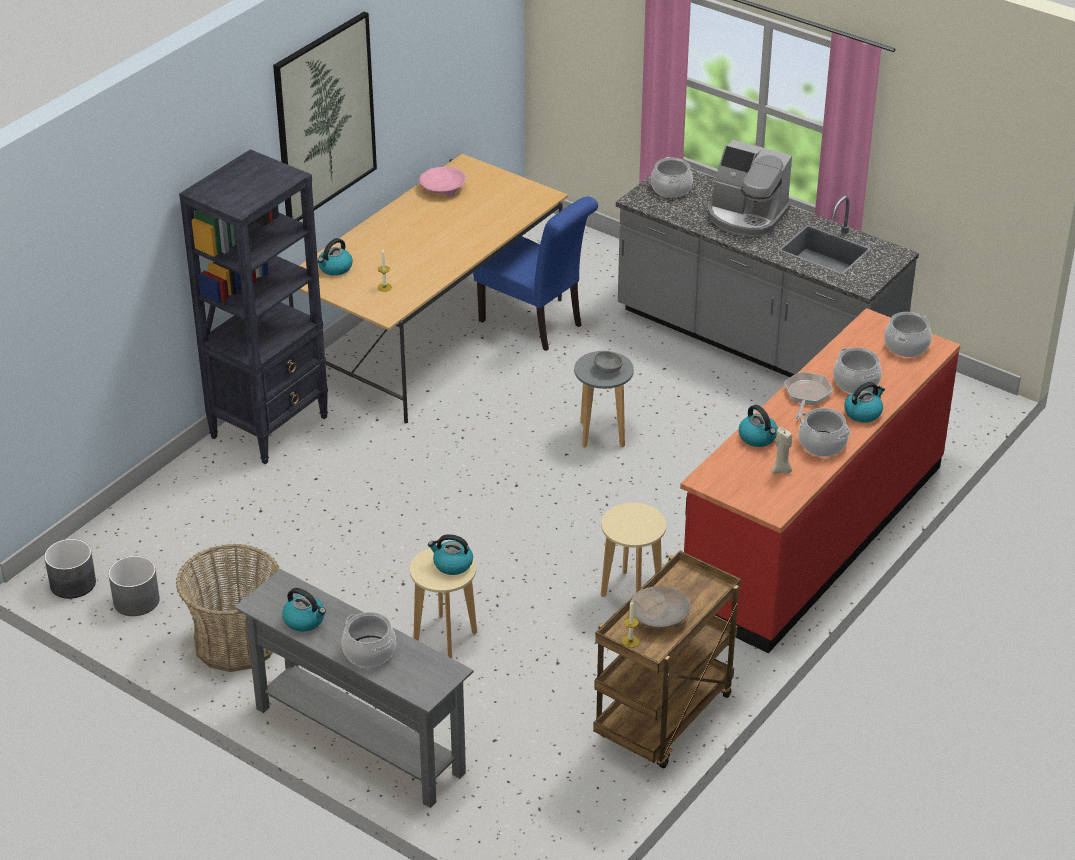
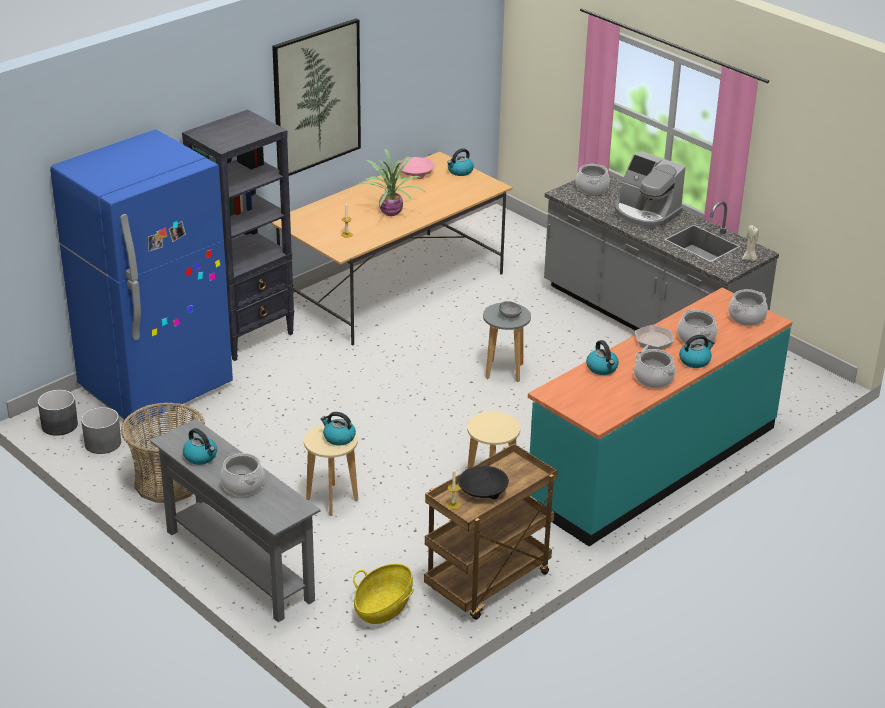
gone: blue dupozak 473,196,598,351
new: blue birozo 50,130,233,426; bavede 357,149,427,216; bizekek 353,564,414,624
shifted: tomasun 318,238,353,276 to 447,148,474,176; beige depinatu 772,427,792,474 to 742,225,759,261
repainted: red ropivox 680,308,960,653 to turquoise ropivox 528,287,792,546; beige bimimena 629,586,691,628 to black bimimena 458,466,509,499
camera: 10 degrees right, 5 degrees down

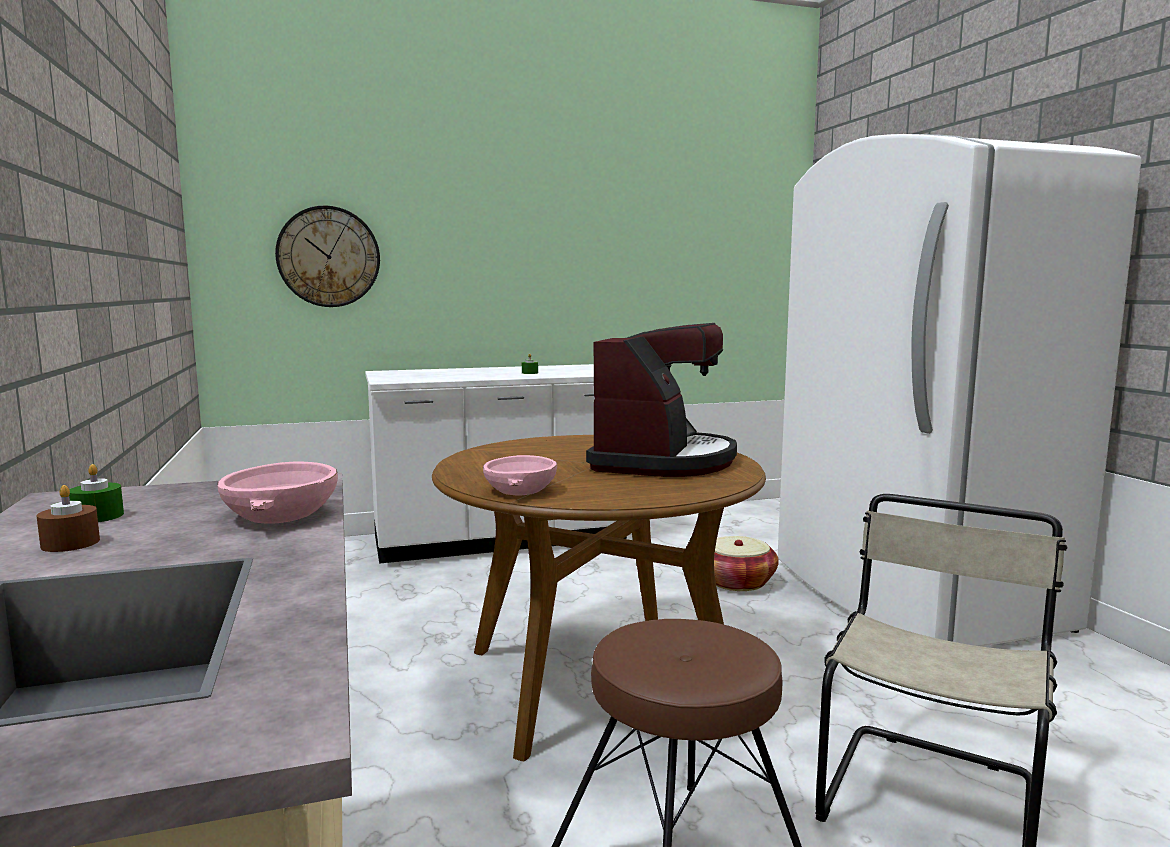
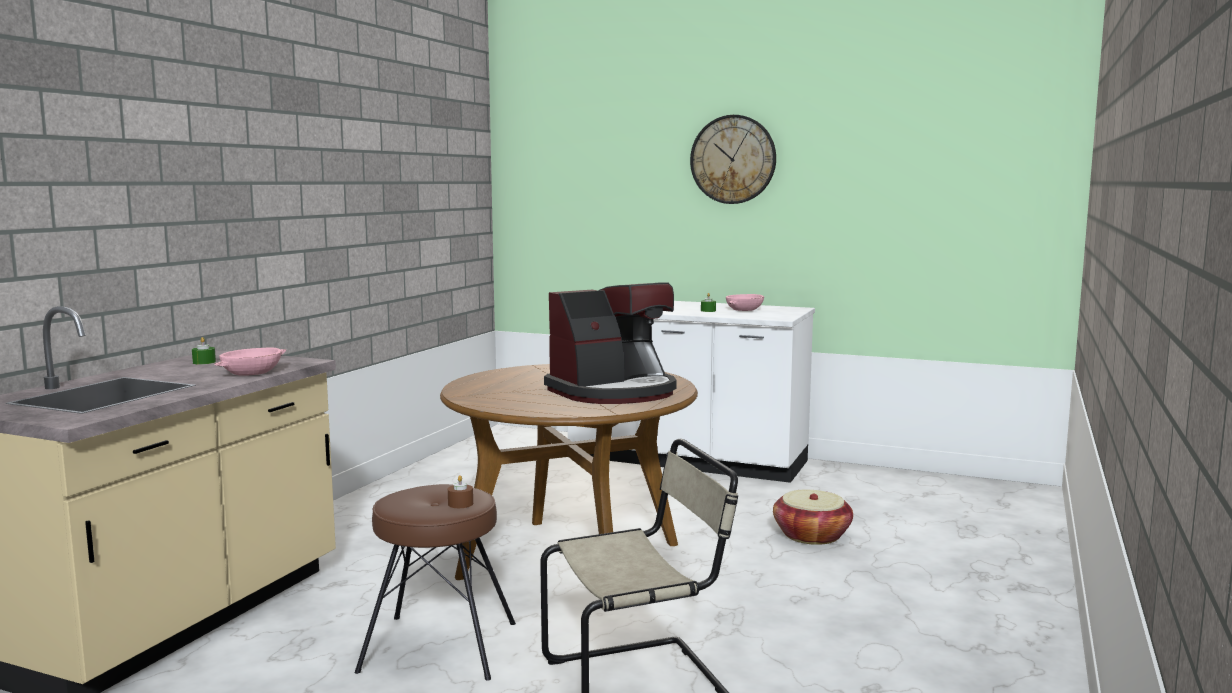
gone: white birozo 778,134,1142,647
shifted: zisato 275,206,380,307 to 690,115,776,204; pink bimimena 483,455,557,495 to 726,294,764,311; brown depinatu 37,485,100,552 to 448,475,473,508
camera: 40 degrees right, 0 degrees up

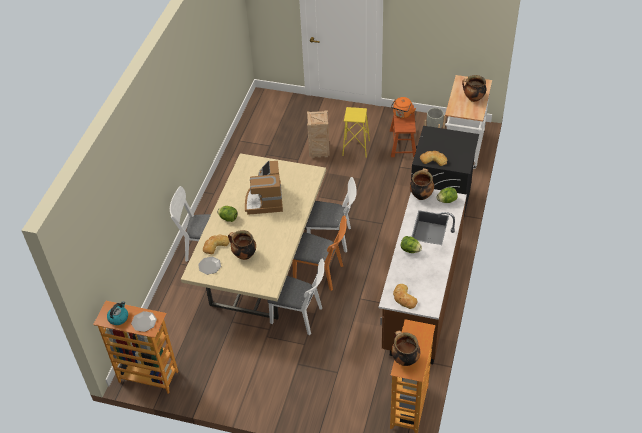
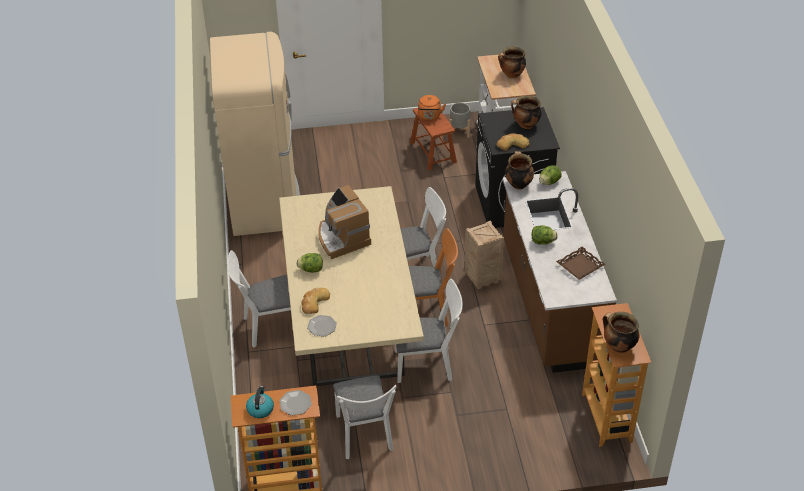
gone: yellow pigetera 342,107,370,158; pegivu 393,284,418,309
new: beige birozo 210,32,300,236; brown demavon 556,247,605,280; white dupozak 333,376,397,459
shifted: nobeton 307,110,330,158 to 464,221,504,289; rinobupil 228,230,256,260 to 511,95,542,129
camera: 25 degrees left, 5 degrees down

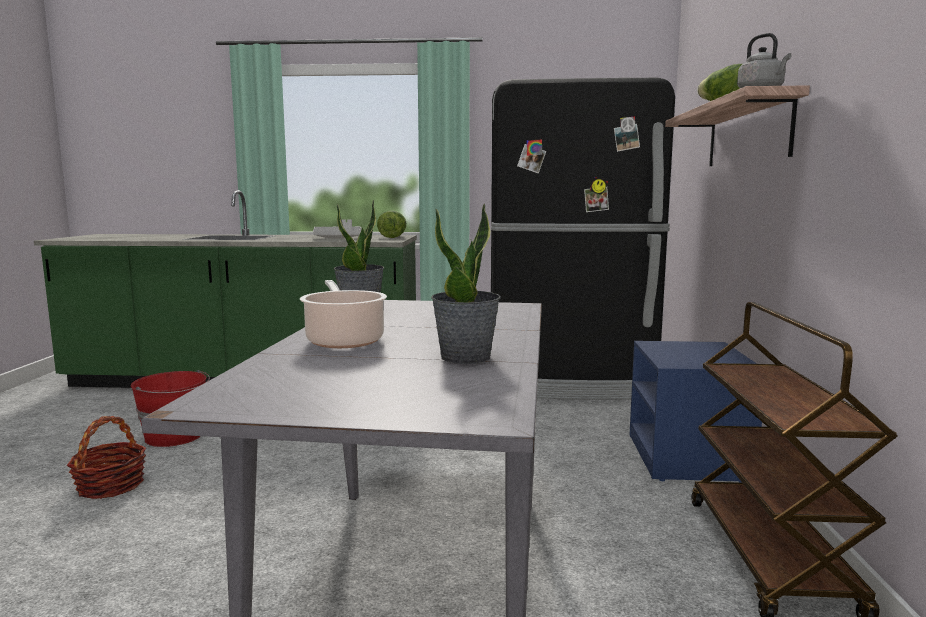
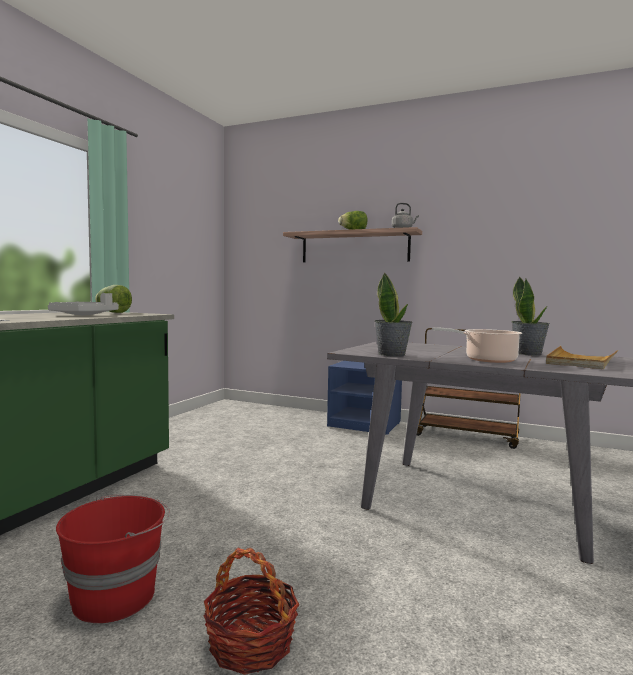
gone: black birozo 491,78,675,400
new: beige demavon 546,346,618,369
camera: 70 degrees left, 5 degrees down

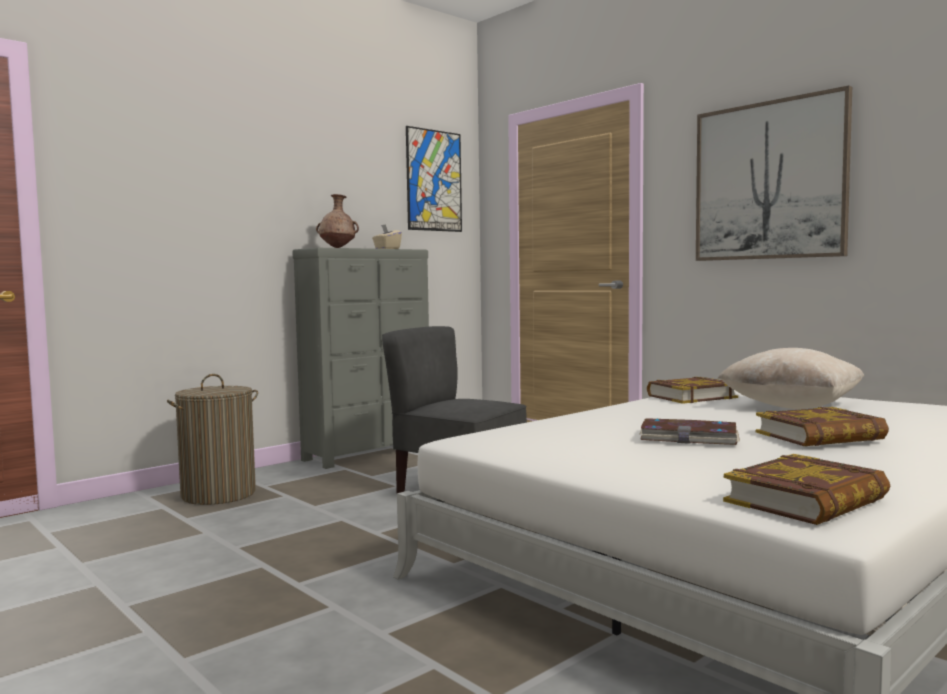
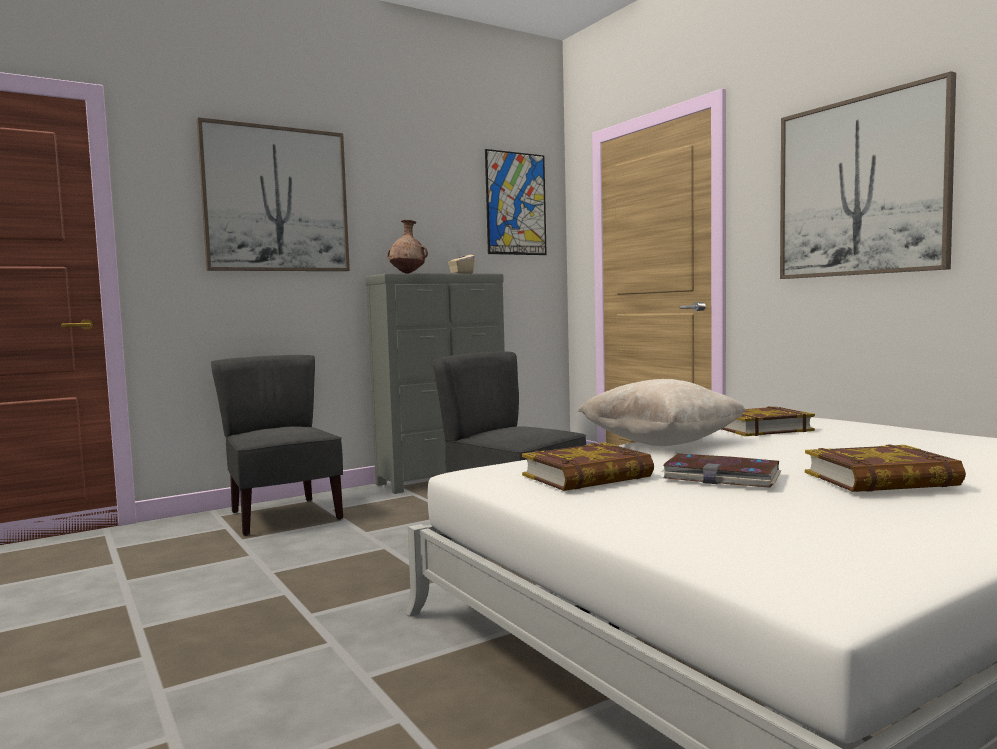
new: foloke 197,117,350,271
shifted: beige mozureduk 717,348,864,409 to 578,379,746,446; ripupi 723,454,890,525 to 522,442,654,491
swapped: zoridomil 167,374,258,505 to grey dupozak 211,355,343,536
camera: 10 degrees right, 0 degrees up

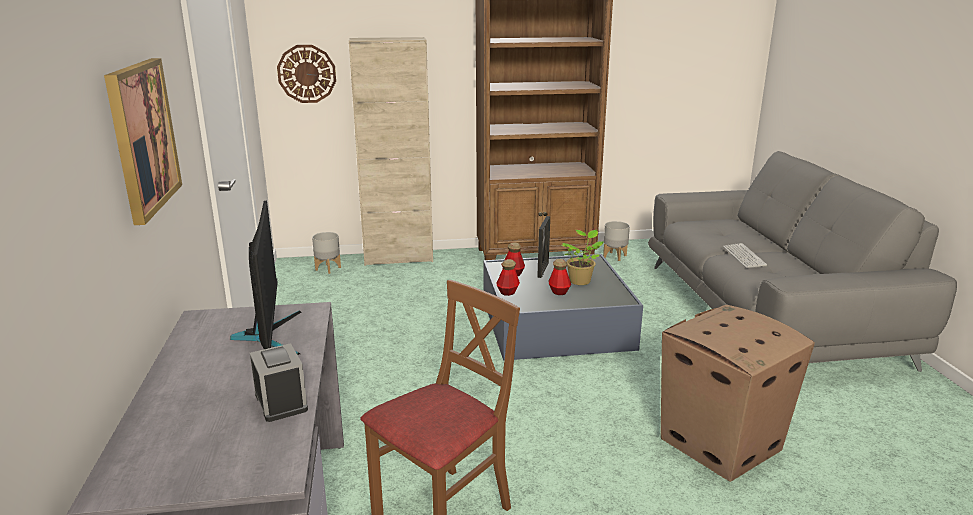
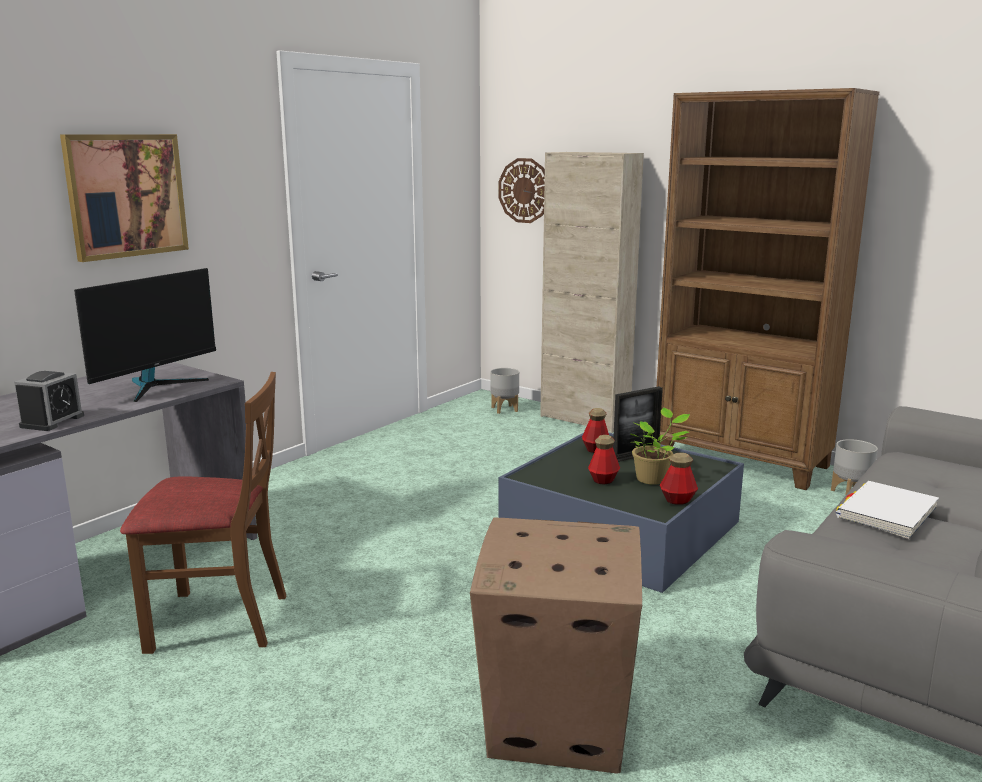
shifted: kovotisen 496,259,520,296 to 660,453,698,505
swapped: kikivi 723,243,767,268 to white ripupi 836,481,939,539
camera: 45 degrees right, 5 degrees down

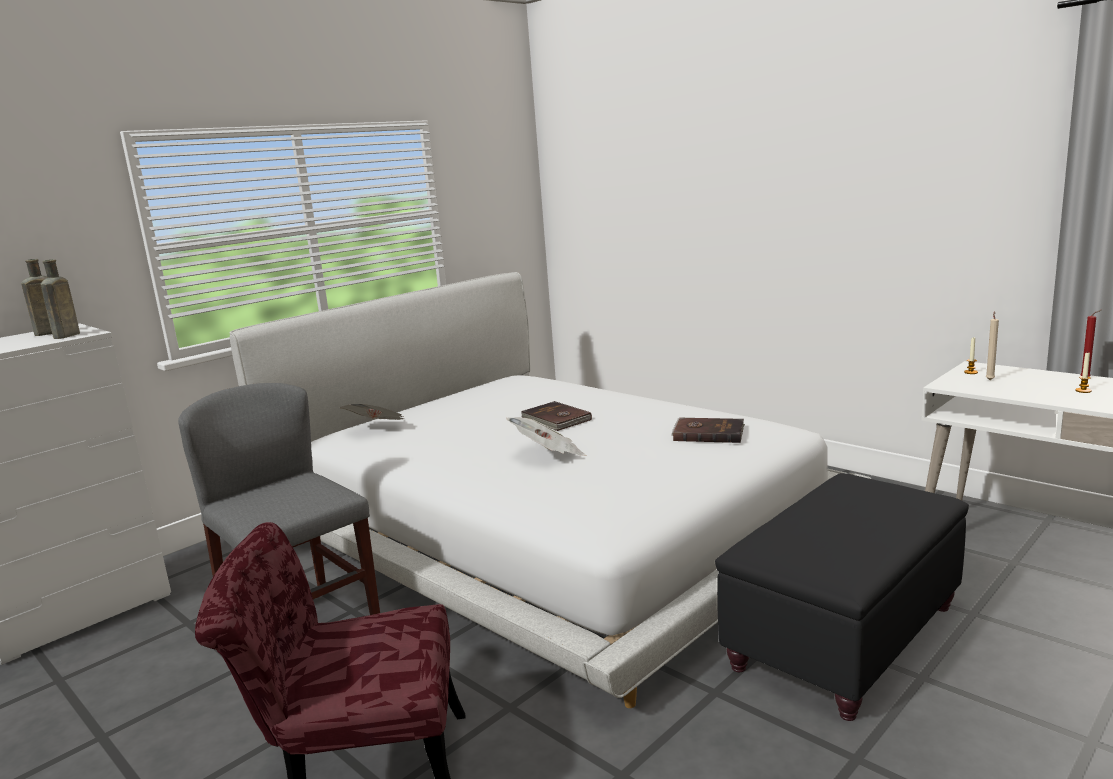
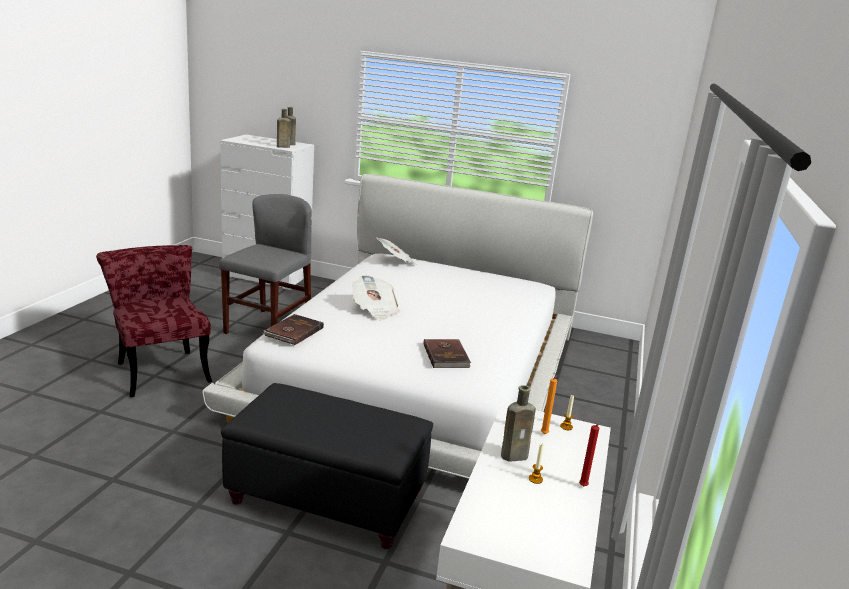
new: brown kovotisen 501,385,536,462
shifted: brown ripupi 521,401,592,431 to 262,314,324,345
repainted: beige depinatu 985,311,999,380 to orange depinatu 541,374,562,434
camera: 60 degrees right, 5 degrees up

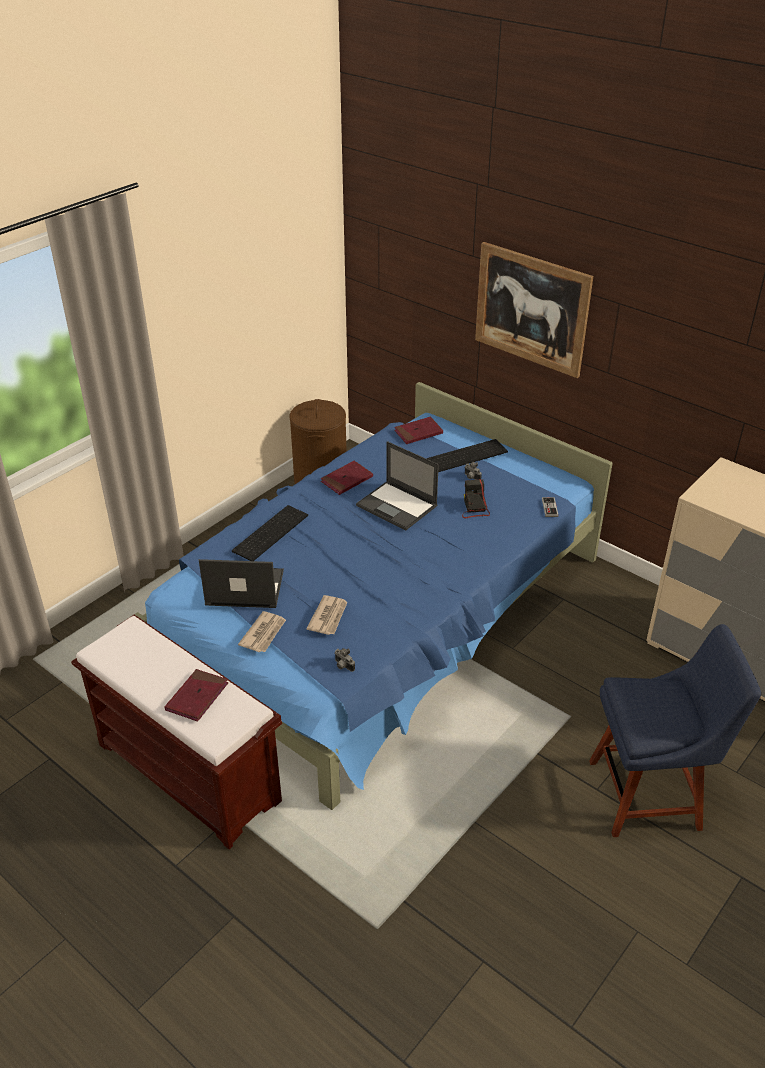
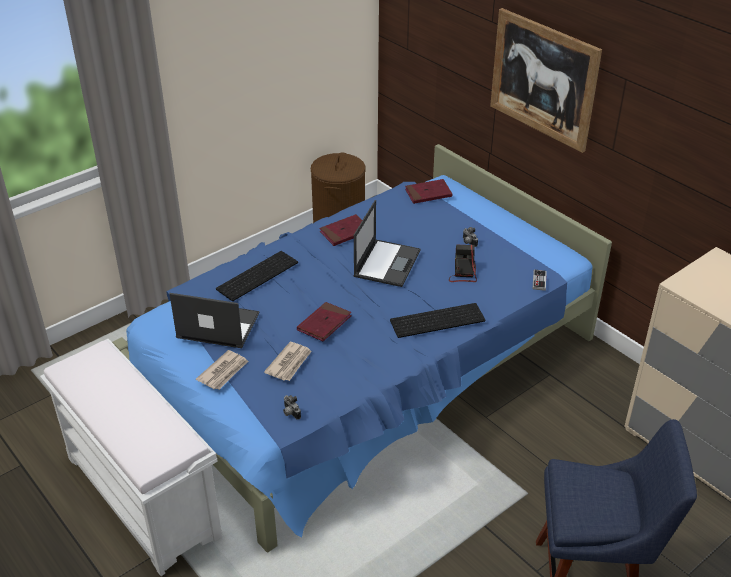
shifted: kikivi 427,439,508,472 to 390,303,485,338; red ripupi 165,669,228,722 to 297,302,352,341
repainted: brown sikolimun 71,615,282,849 to white sikolimun 40,339,222,576
rotated: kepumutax 356,441,439,530 = 353,200,420,287 120 degrees counterclockwise
camera: 10 degrees right, 0 degrees up

